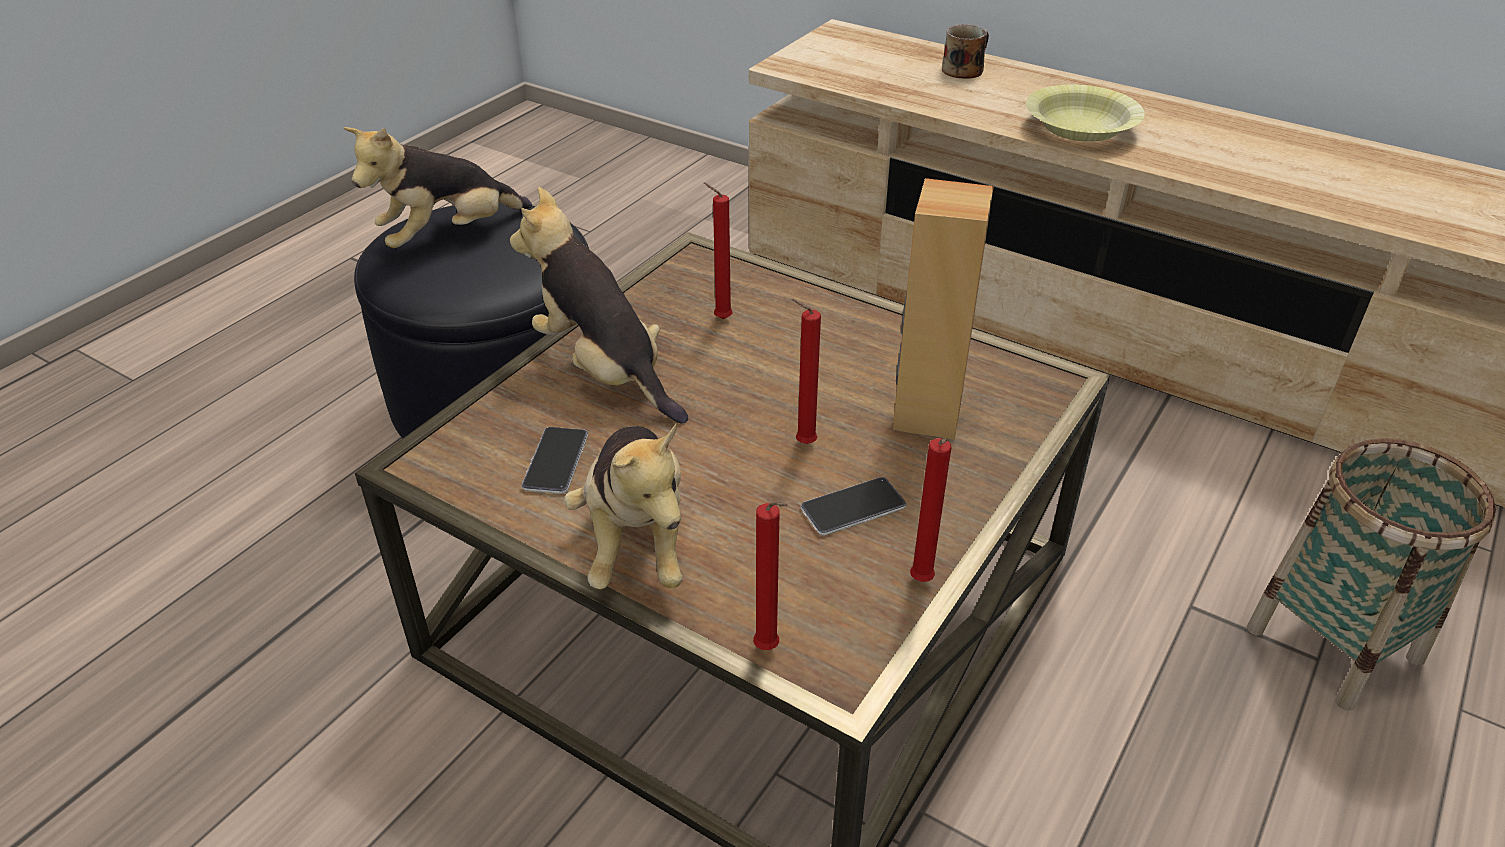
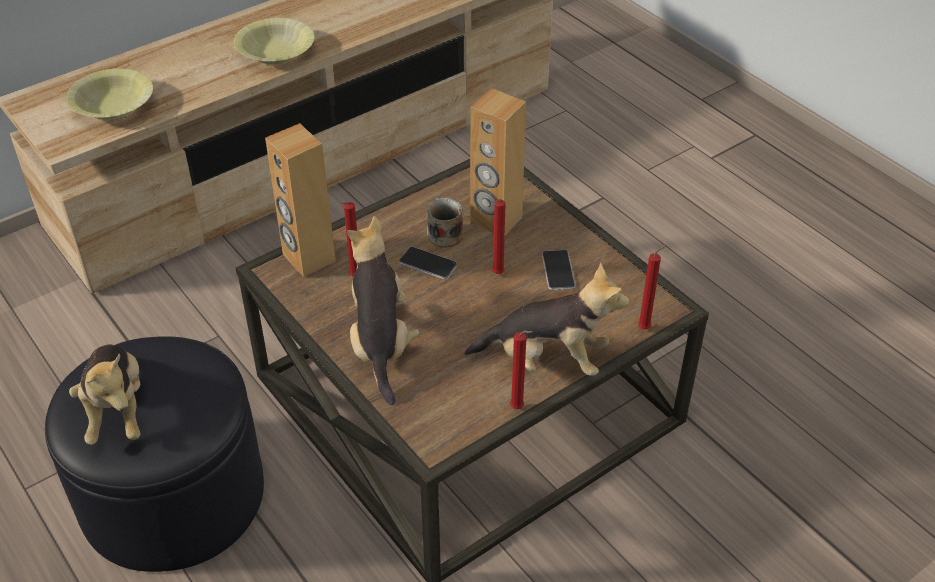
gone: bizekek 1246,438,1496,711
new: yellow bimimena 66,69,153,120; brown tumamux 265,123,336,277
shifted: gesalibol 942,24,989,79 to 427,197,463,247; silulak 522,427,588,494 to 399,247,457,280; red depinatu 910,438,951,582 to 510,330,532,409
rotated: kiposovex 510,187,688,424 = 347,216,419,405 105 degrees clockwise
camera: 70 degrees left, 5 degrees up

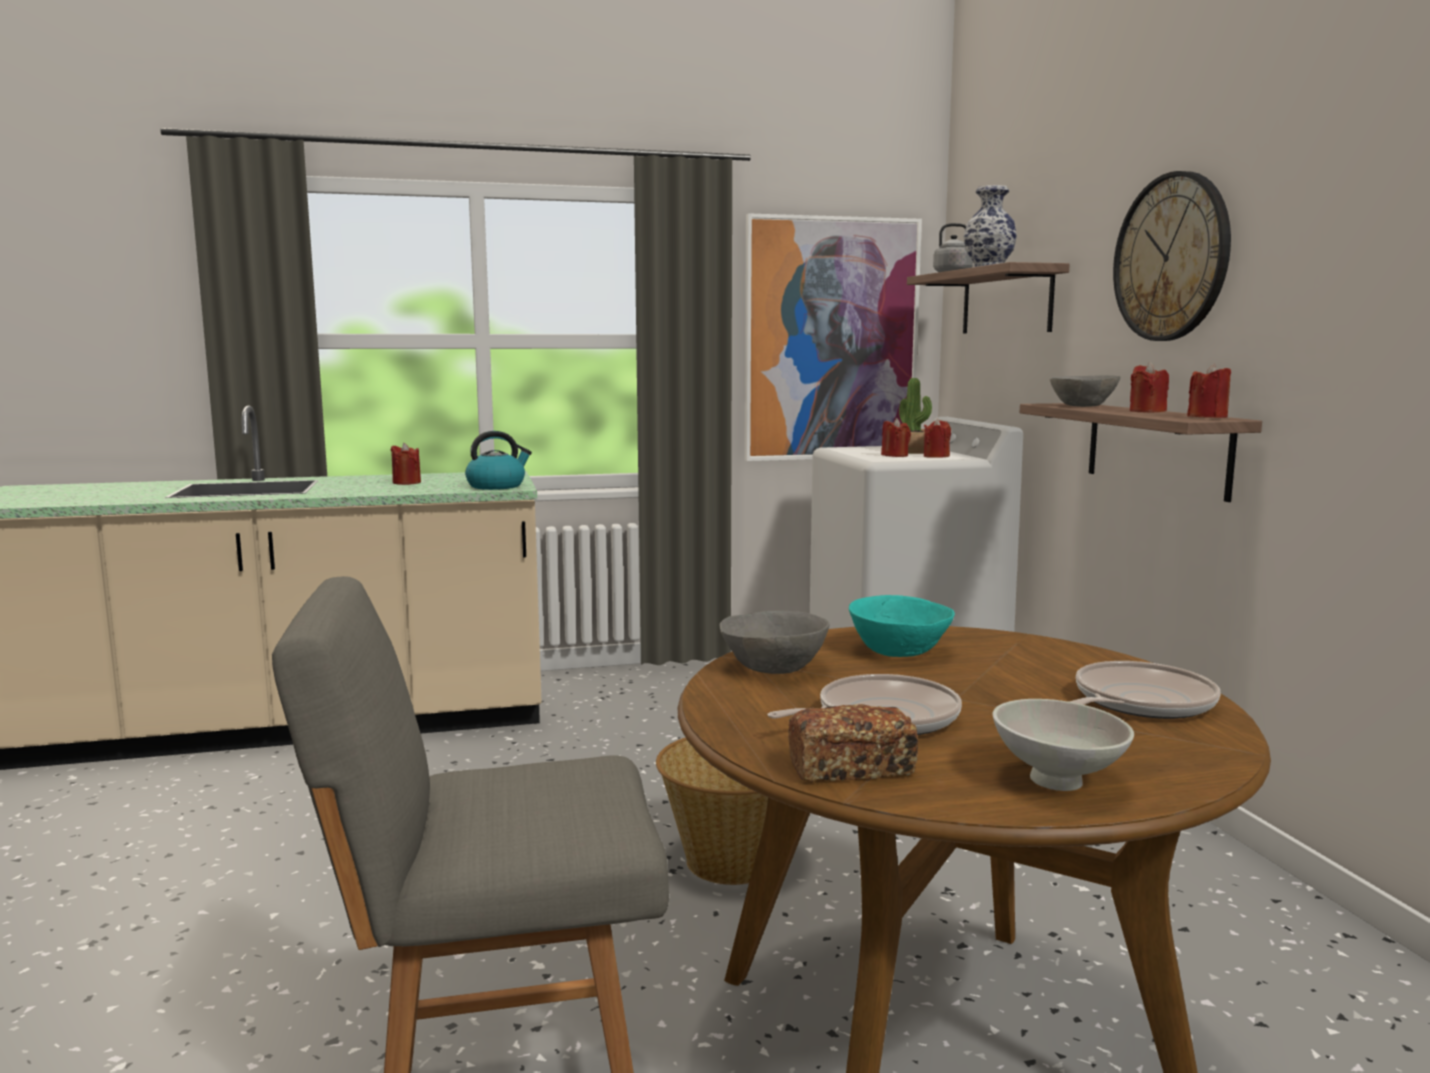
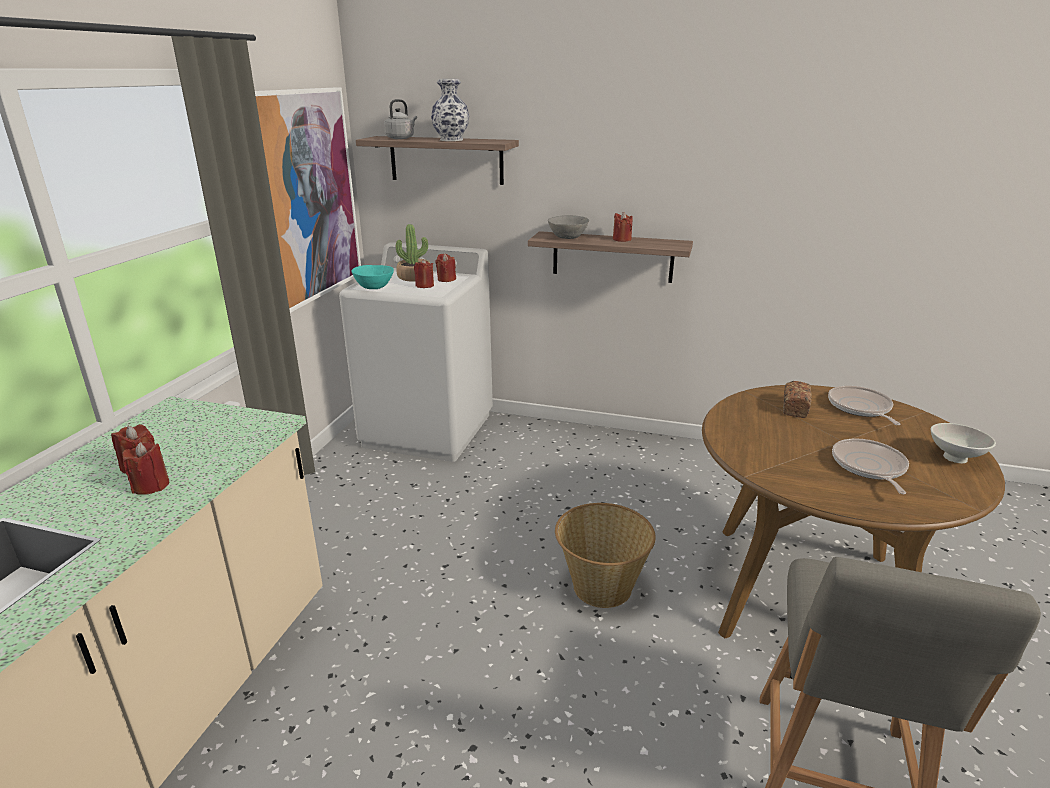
gone: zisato 1113,171,1231,341; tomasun 465,431,532,490; grey bimimena 719,611,830,674
shifted: red depinatu 1187,364,1231,418 to 122,442,169,495; turquoise bimimena 849,595,955,657 to 351,265,394,289; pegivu 788,704,918,782 to 783,381,812,418
camera: 60 degrees left, 15 degrees up

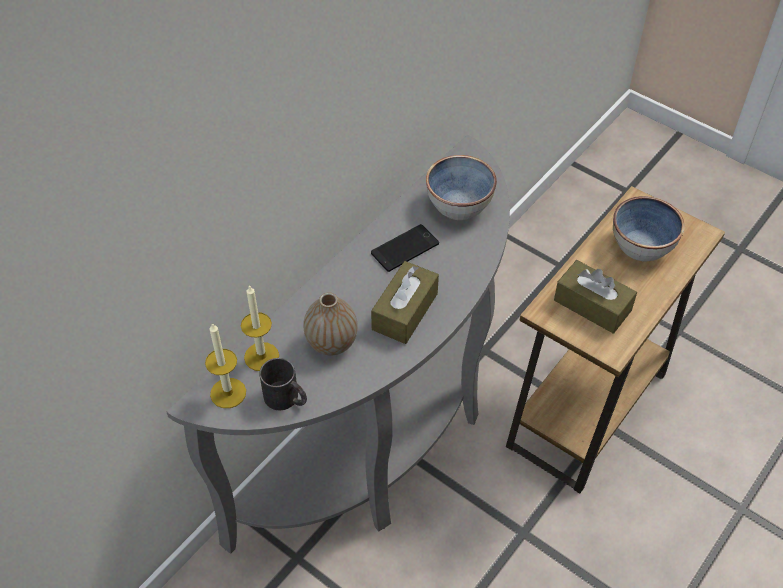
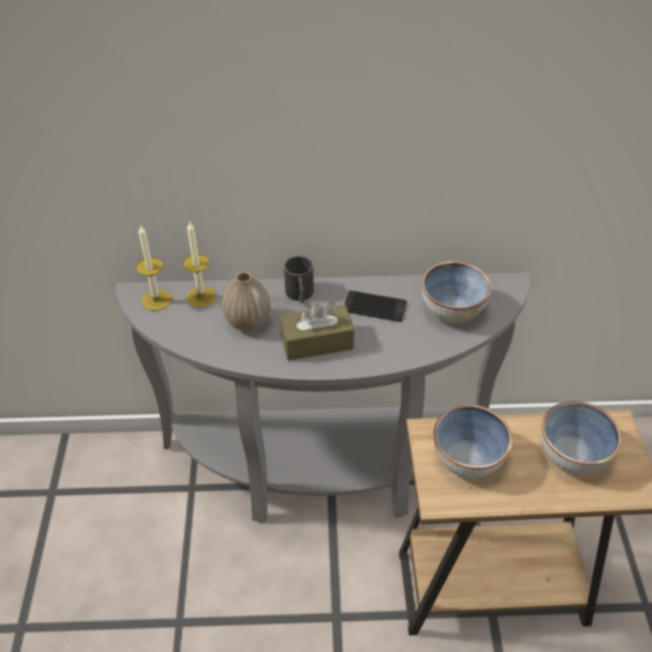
shifted: black gesalibol 259,358,307,410 to 284,256,314,303
swapped: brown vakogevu 554,260,637,333 to bimimena 434,405,512,479
camera: 50 degrees right, 5 degrees down

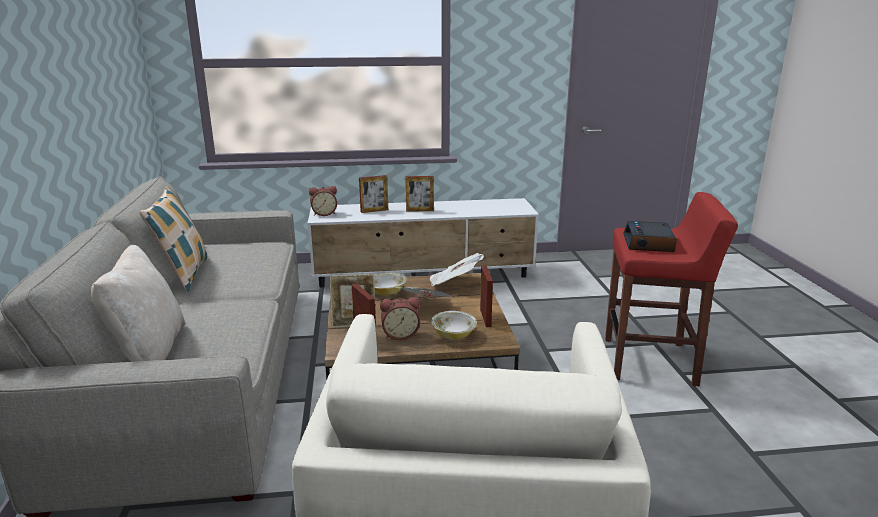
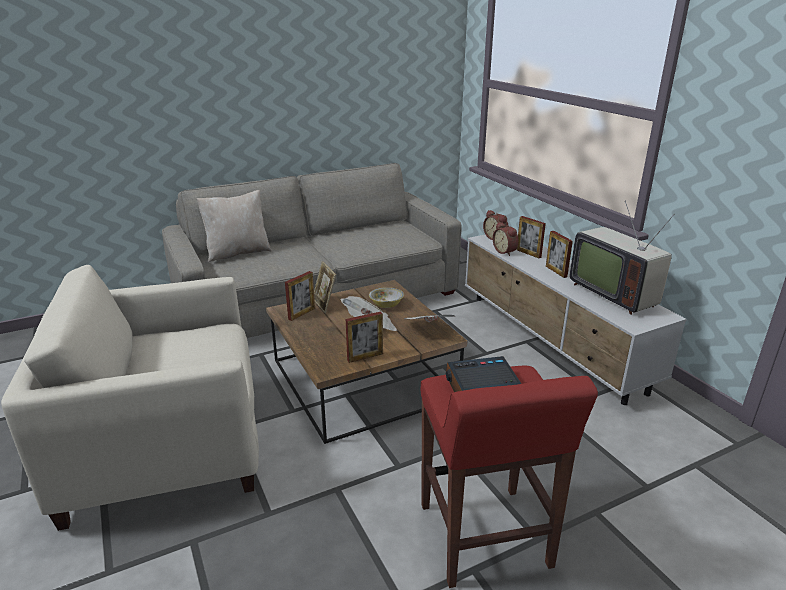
gone: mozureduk 139,187,208,292; bimimena 431,311,477,340
new: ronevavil 570,201,675,315
shifted: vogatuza 380,297,420,340 to 493,222,519,256
camera: 70 degrees right, 5 degrees up

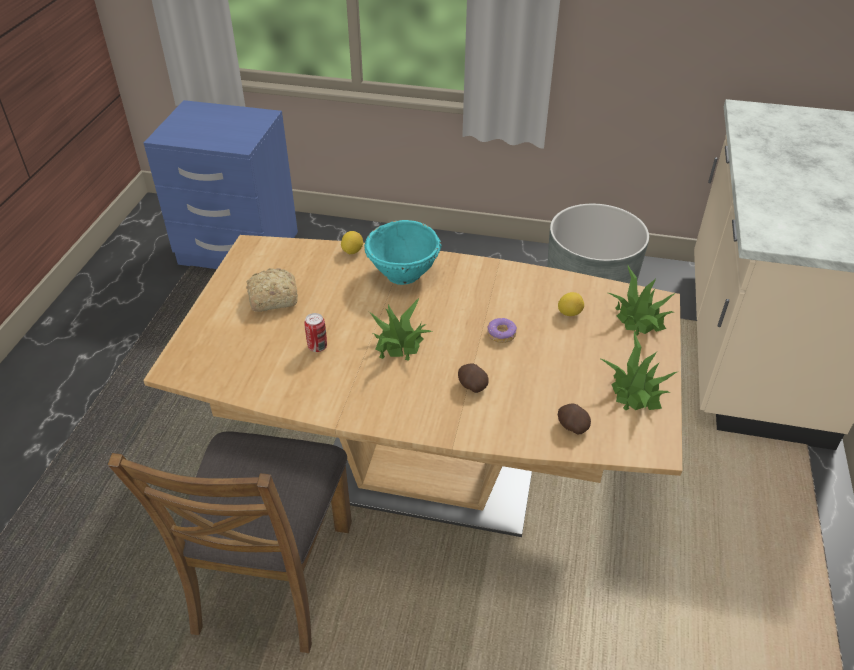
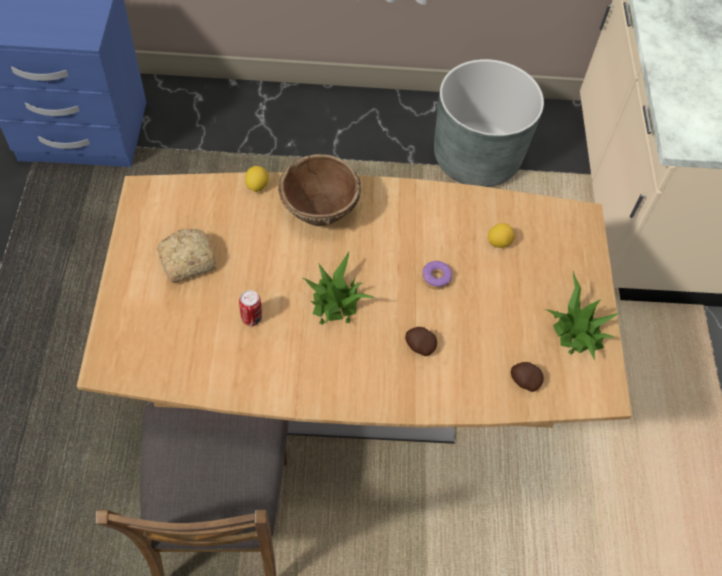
gone: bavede 608,264,675,335
repainted: turquoise bimimena 364,220,442,285 to brown bimimena 278,154,361,226
camera: 15 degrees left, 15 degrees up

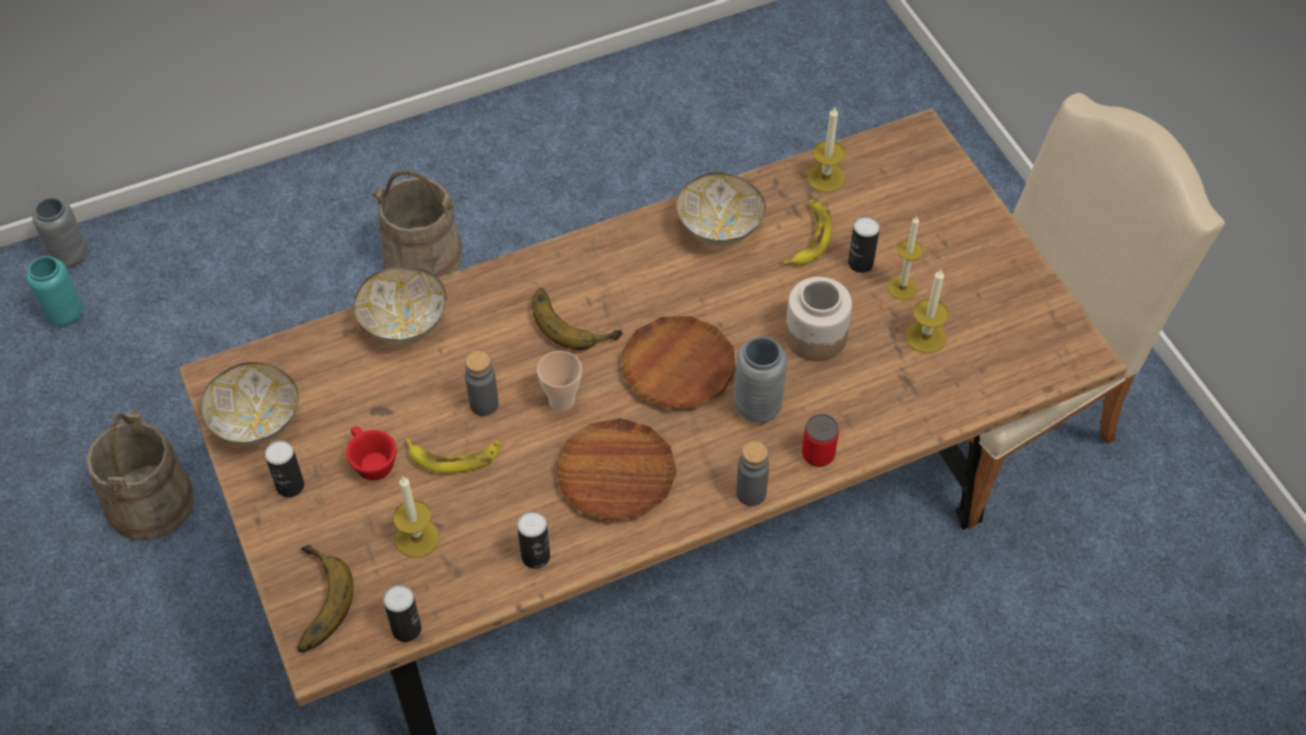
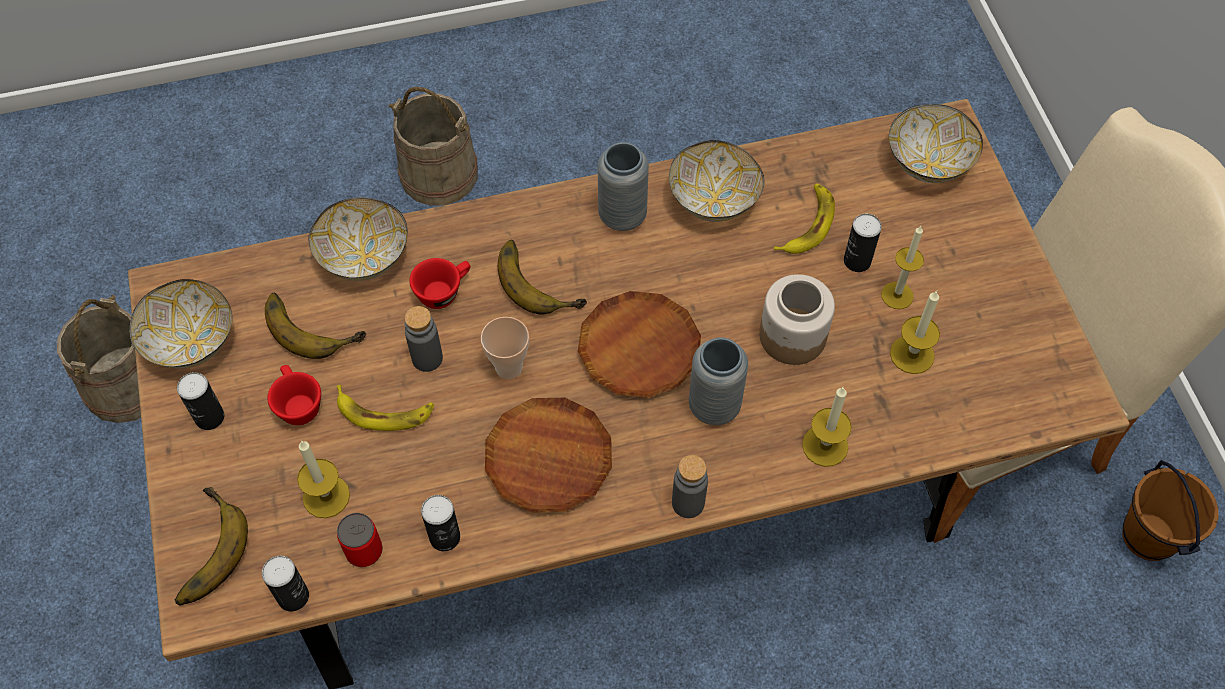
gone: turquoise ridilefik 26,256,83,326
new: bimimena 889,104,983,183; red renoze 410,258,470,309; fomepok 265,293,366,359; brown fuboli 1122,460,1218,561
shifted: depinatu 807,107,845,193 to 802,386,852,467; grey ridilefik 32,197,88,267 to 598,142,649,231; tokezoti 802,414,839,467 to 337,513,383,567
camera: 10 degrees right, 5 degrees up

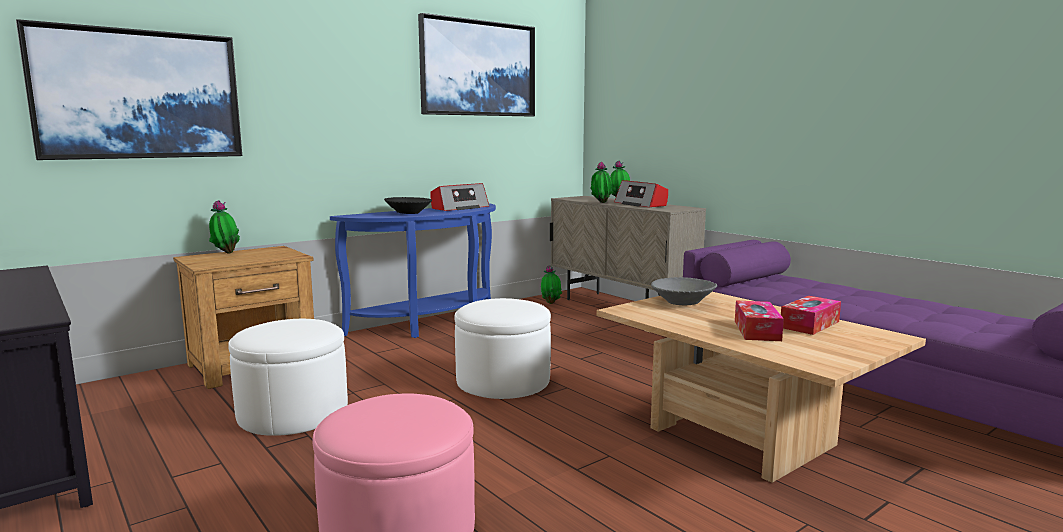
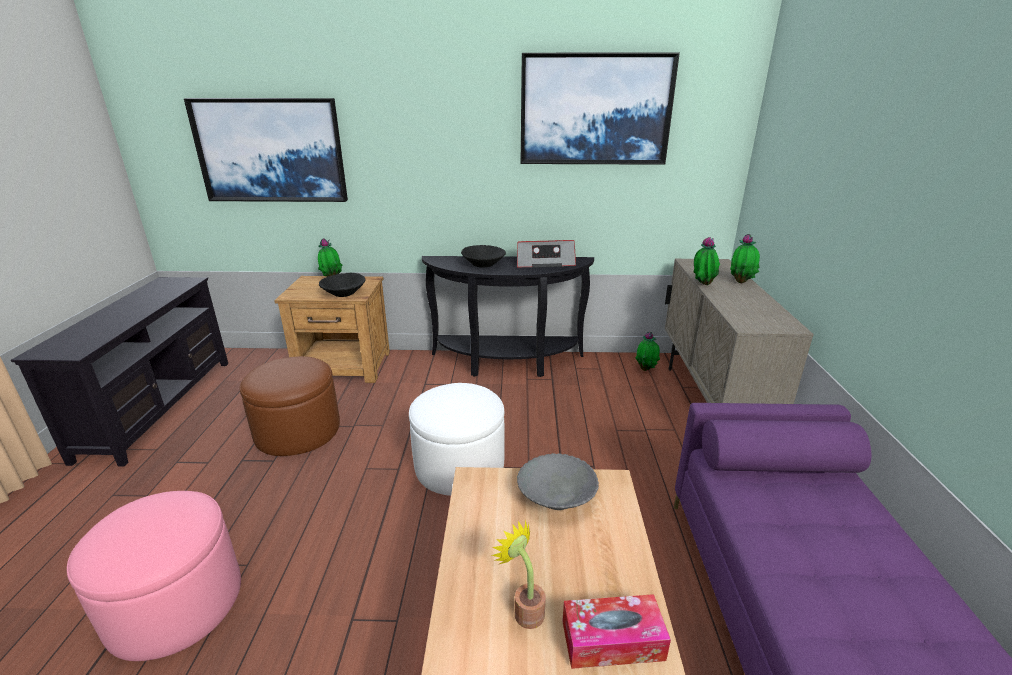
gone: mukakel 614,180,668,208
new: black bimimena 319,272,366,297
swapped: vakogevu 735,301,784,341 to bavede 492,519,546,629
repainted: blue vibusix 330,204,496,338 to black vibusix 422,256,594,377; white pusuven 228,319,348,436 to brown pusuven 240,356,340,456
camera: 40 degrees right, 15 degrees up

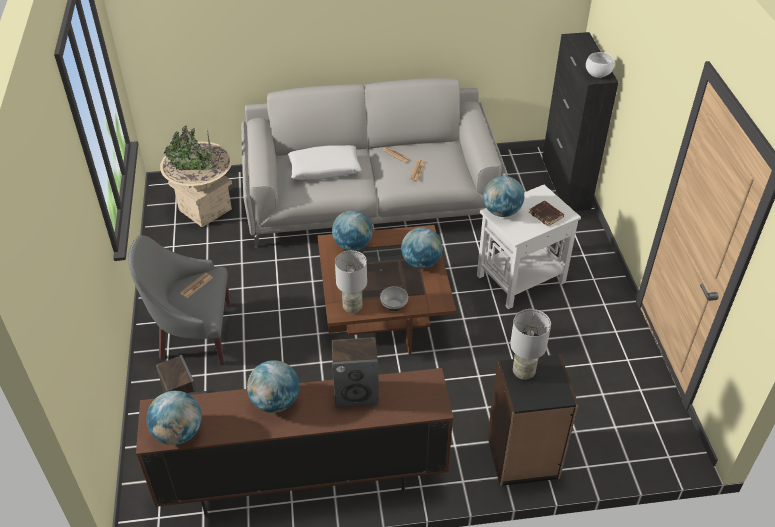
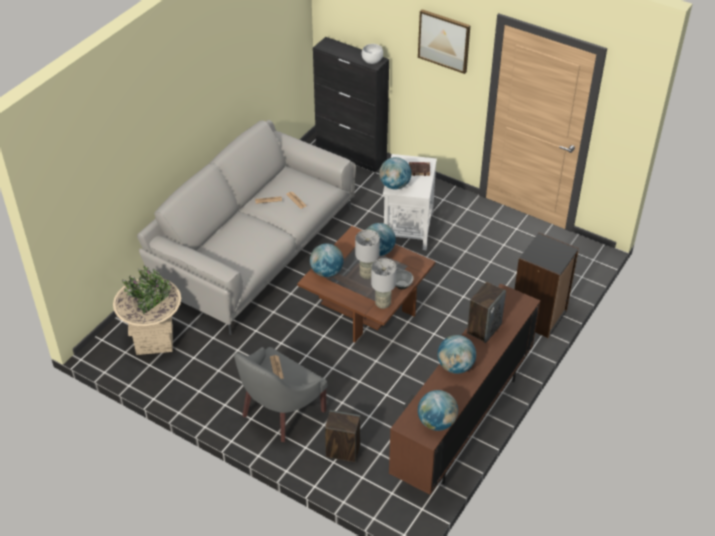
gone: white mozureduk 288,145,362,180
new: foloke 418,9,470,74
shifted: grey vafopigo 510,309,551,380 to 355,230,380,279
camera: 50 degrees left, 0 degrees up

